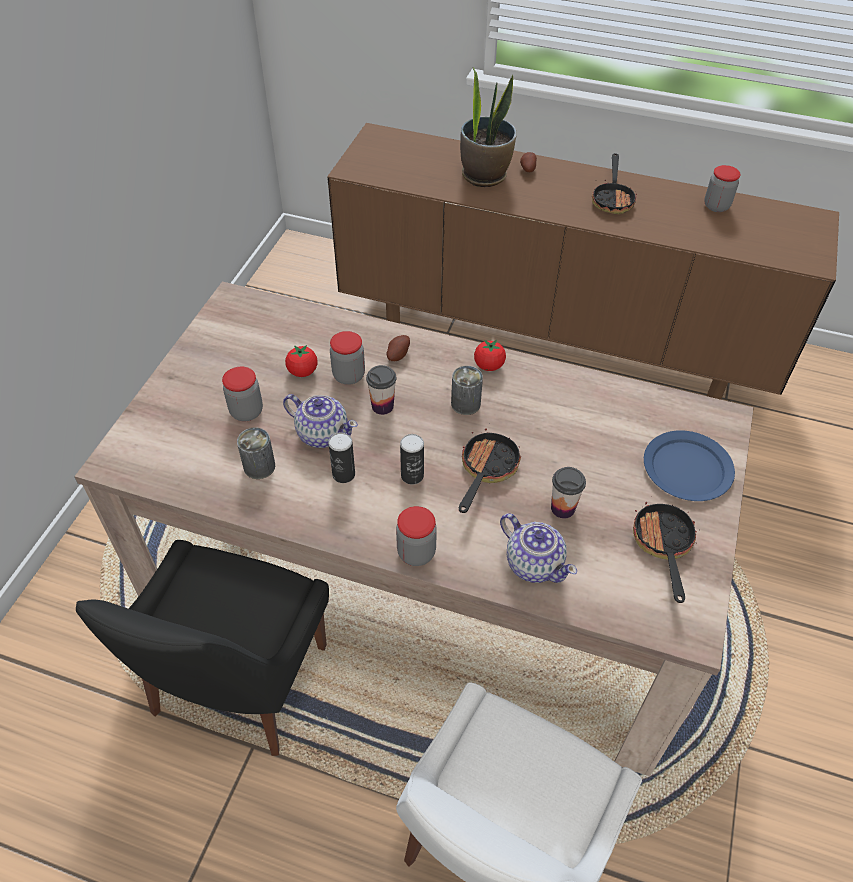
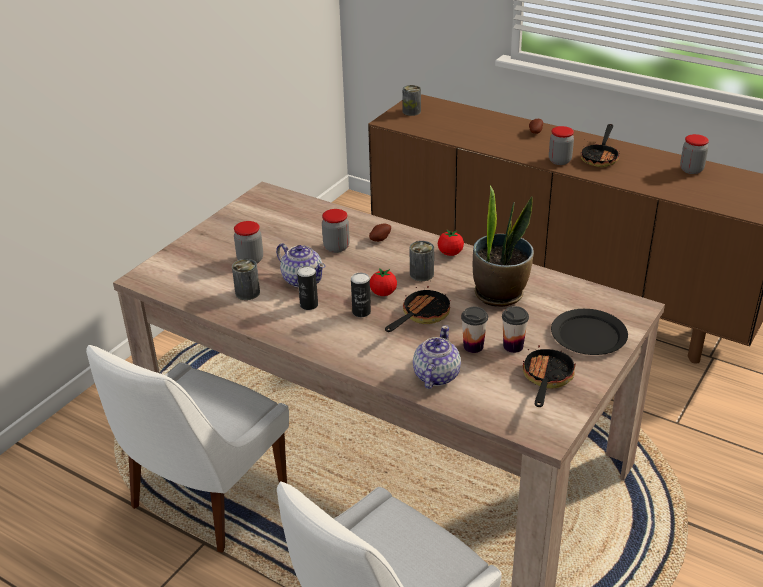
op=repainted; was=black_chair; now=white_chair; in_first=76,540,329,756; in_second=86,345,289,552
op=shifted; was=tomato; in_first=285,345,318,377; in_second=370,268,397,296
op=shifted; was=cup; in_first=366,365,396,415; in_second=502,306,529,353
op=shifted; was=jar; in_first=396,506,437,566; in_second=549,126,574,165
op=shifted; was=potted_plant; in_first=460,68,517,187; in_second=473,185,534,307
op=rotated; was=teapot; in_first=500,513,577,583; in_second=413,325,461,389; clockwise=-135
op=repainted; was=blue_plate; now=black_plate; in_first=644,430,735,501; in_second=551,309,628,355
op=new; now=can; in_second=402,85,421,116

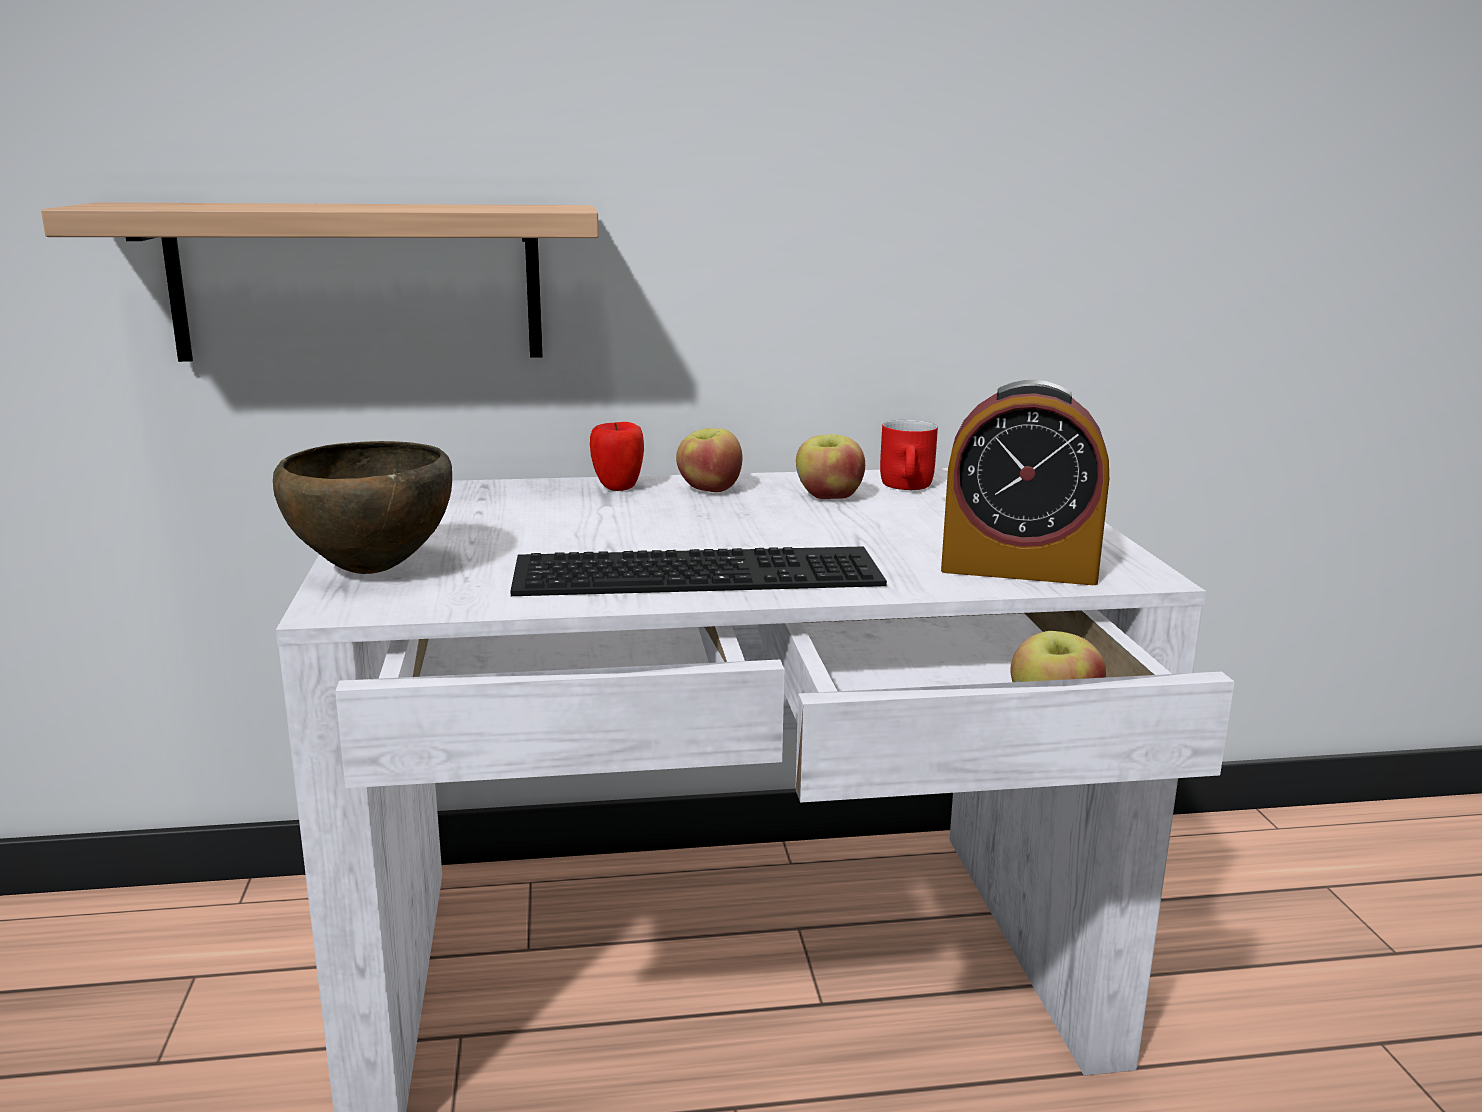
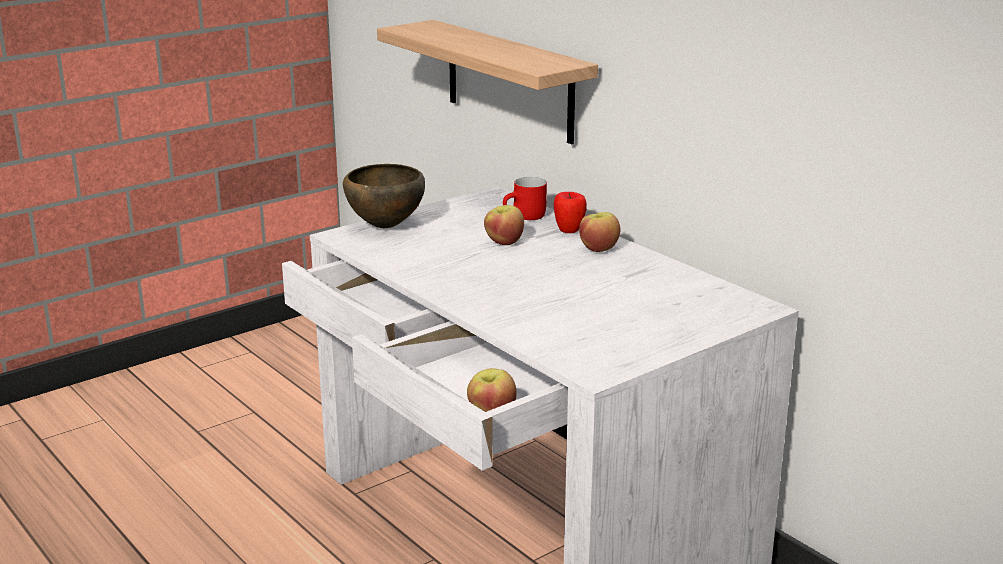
op=gone; was=keyboard; in_first=510,546,887,596
op=shifted; was=apple; in_first=796,434,865,499; in_second=484,205,524,245
op=shifted; was=red_mug; in_first=880,420,938,490; in_second=503,177,547,220
op=gone; was=alarm_clock; in_first=941,380,1109,585

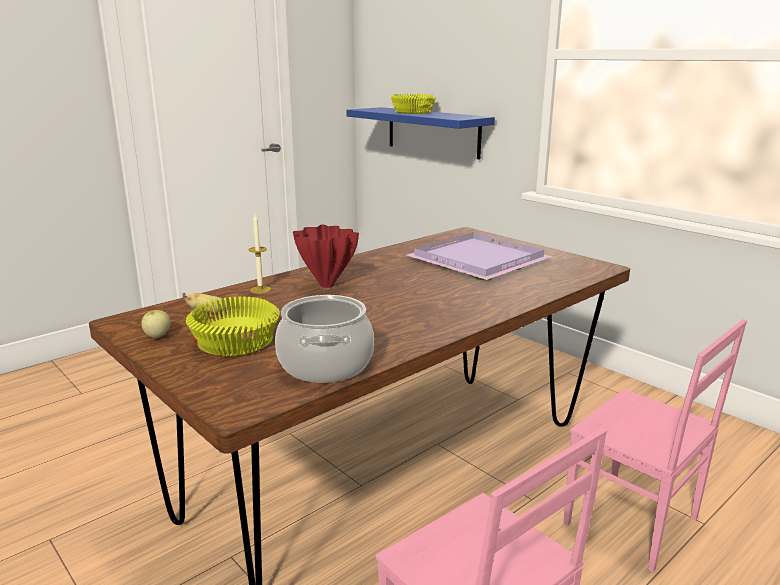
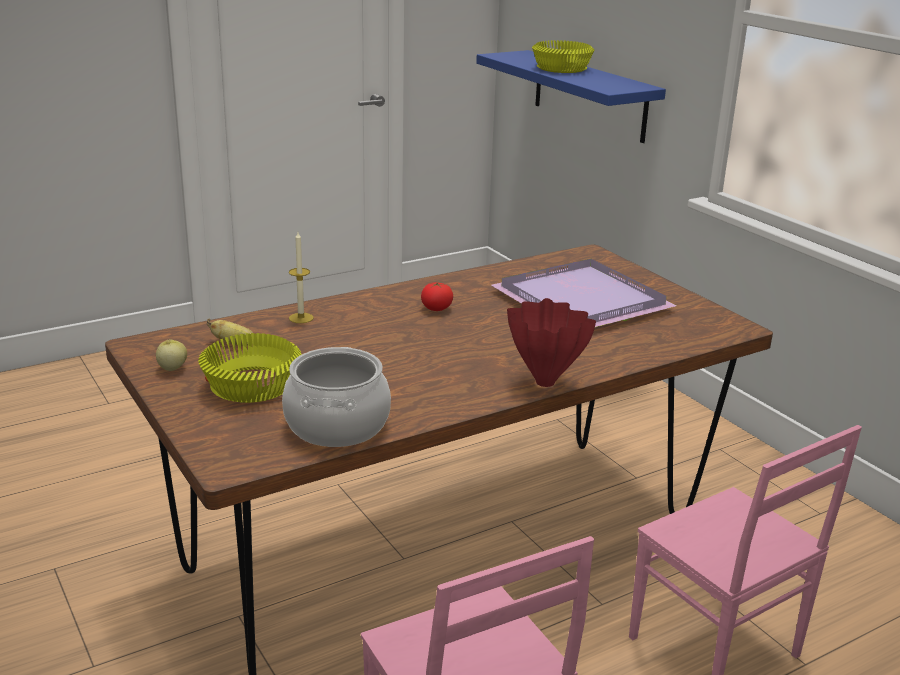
op=shifted; was=red_vase; in_first=293,225,359,288; in_second=507,298,596,387
op=new; now=tomato; in_second=421,282,453,311

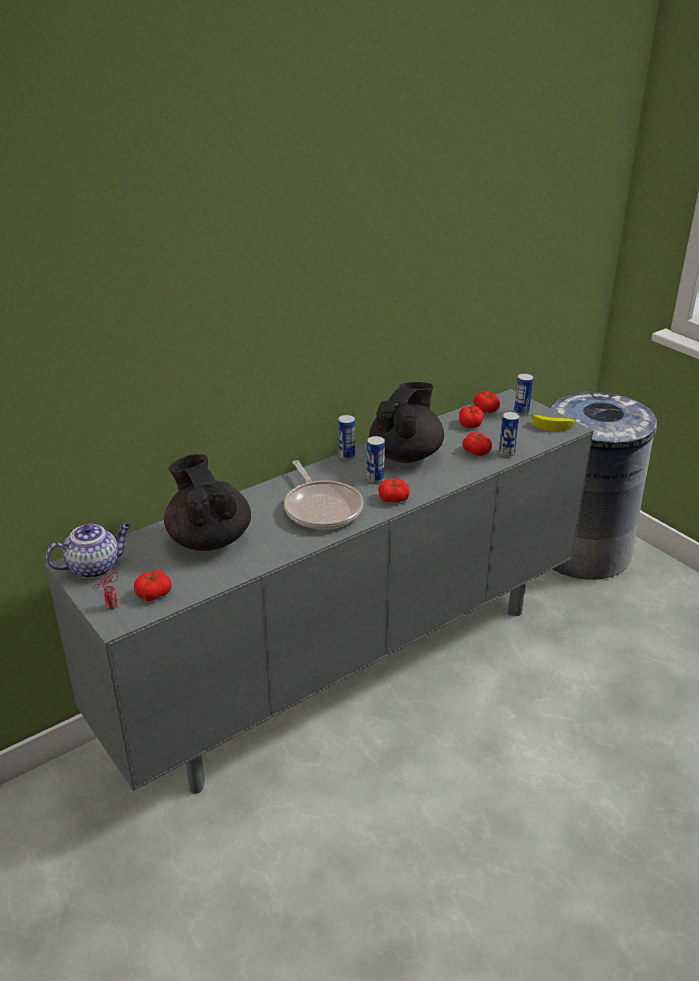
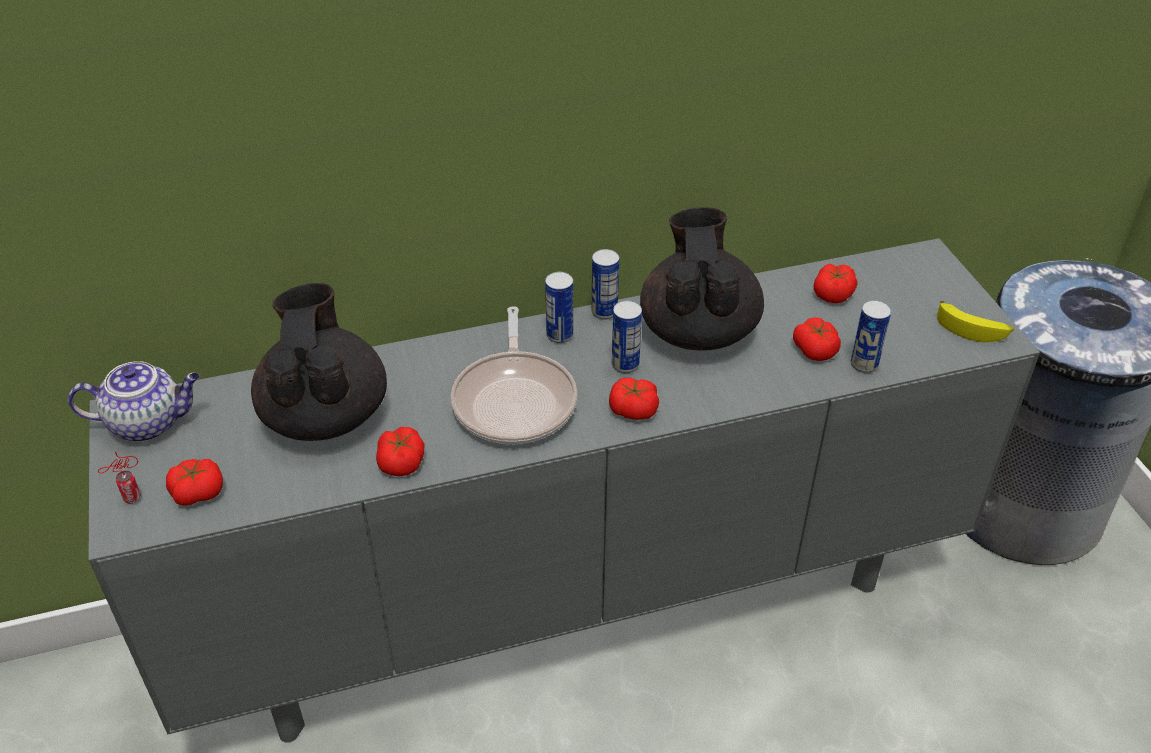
op=rotated; was=black_teapot; in_first=369,382,444,463; in_second=640,207,764,351; clockwise=-45
op=shifted; was=tomato; in_first=474,391,500,413; in_second=376,427,425,476
op=shifted; was=can; in_first=514,373,533,416; in_second=545,272,573,343

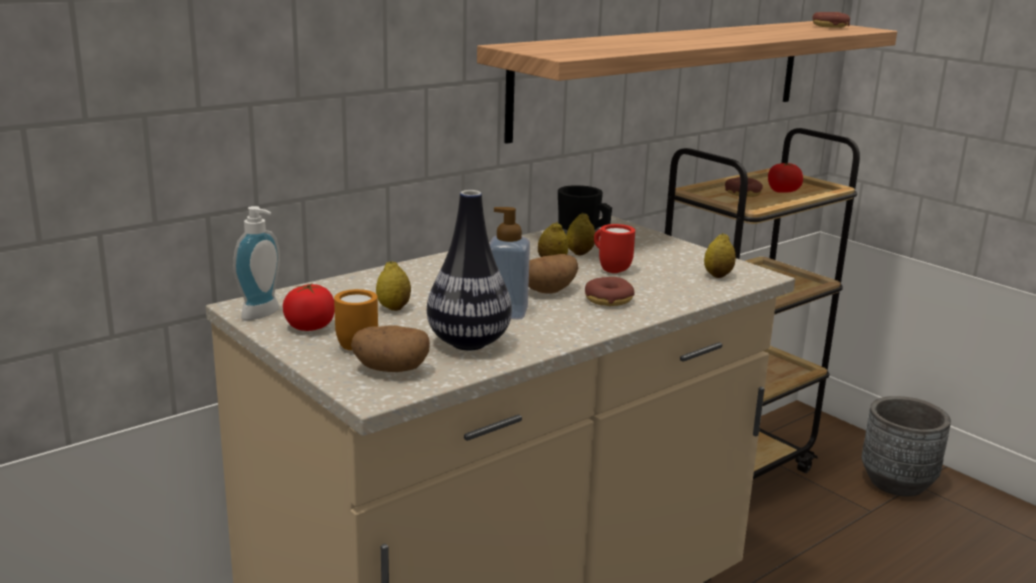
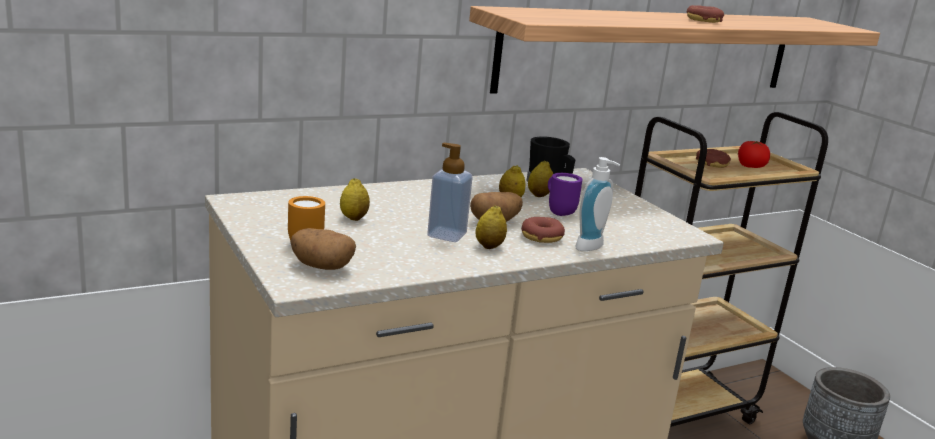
op=shifted; was=soap_dispenser; in_first=233,206,280,320; in_second=575,157,620,251
op=gone; was=tomato; in_first=283,283,335,331
op=gone; was=vase; in_first=427,190,512,350
op=repainted; was=red_mug; now=purple_mug; in_first=594,224,635,273; in_second=548,173,583,216
op=shifted; was=lemon; in_first=704,233,736,278; in_second=475,205,507,249
op=shifted; was=donut; in_first=812,12,850,28; in_second=687,5,724,23

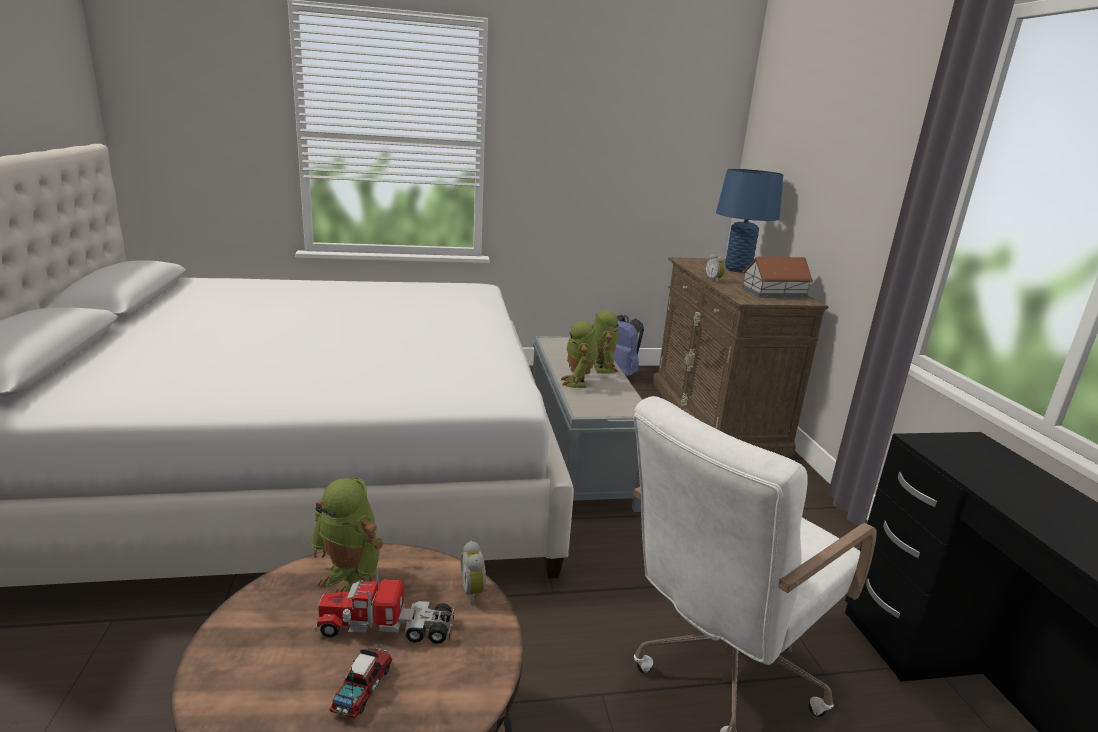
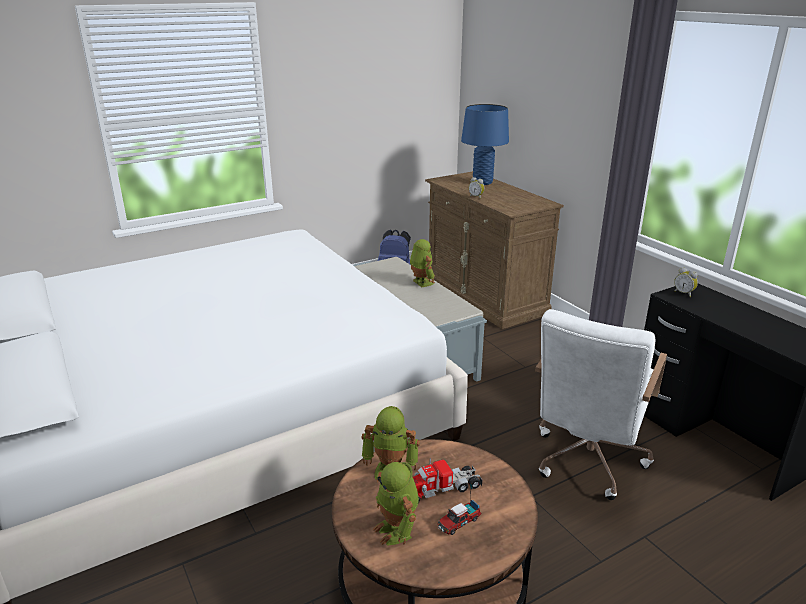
op=rotated; was=toy_truck; in_first=329,648,392,719; in_second=437,483,481,535; clockwise=-120
op=shifted; was=alarm_clock; in_first=461,540,487,605; in_second=674,267,698,297
op=shifted; was=toy_robot; in_first=561,321,598,388; in_second=373,462,419,546
op=gone; was=toy_house; in_first=742,257,813,298

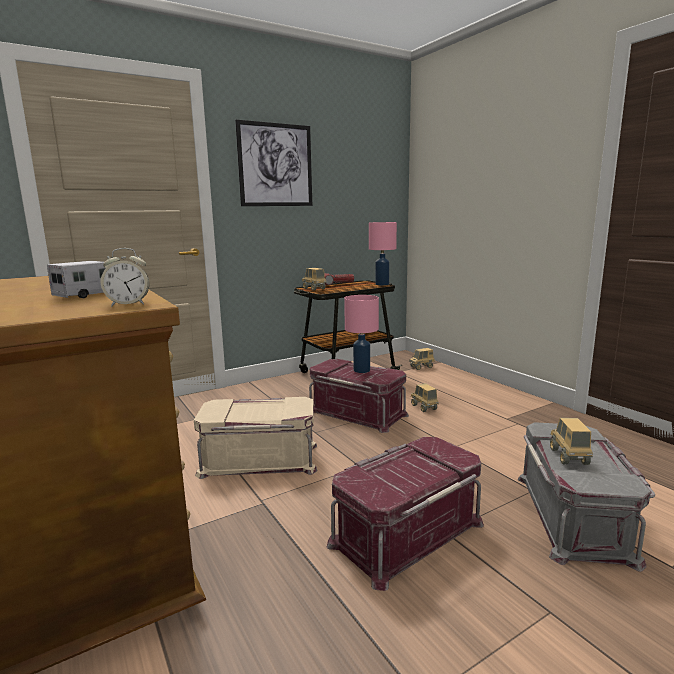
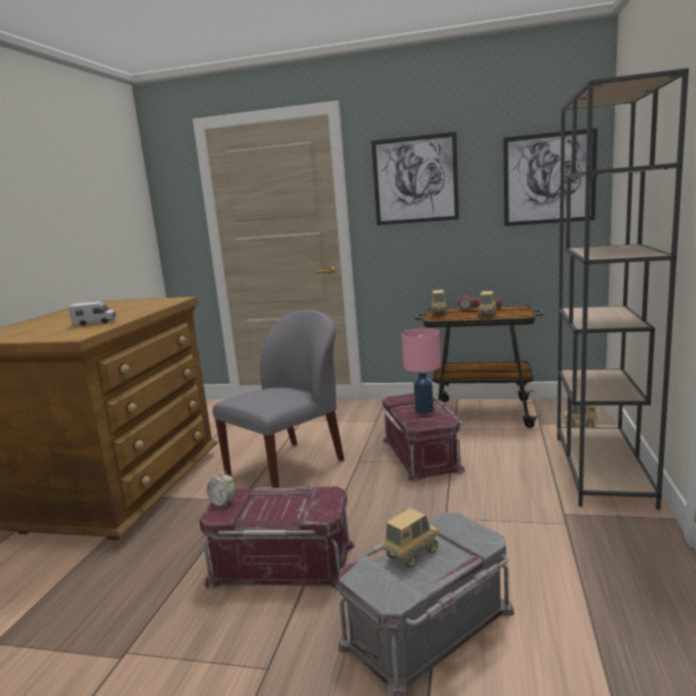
op=shifted; was=alarm_clock; in_first=101,248,149,307; in_second=207,469,236,507
op=swapped; was=beige_storage_box; now=grey_chair; in_first=194,397,318,479; in_second=212,310,344,488
op=gone; was=pink_table_lamp; in_first=369,222,397,285
op=shifted; was=toy_truck; in_first=411,383,439,412; in_second=478,291,497,317
op=new; now=picture; in_second=503,128,598,226
op=new; now=bookcase; in_second=557,68,689,510

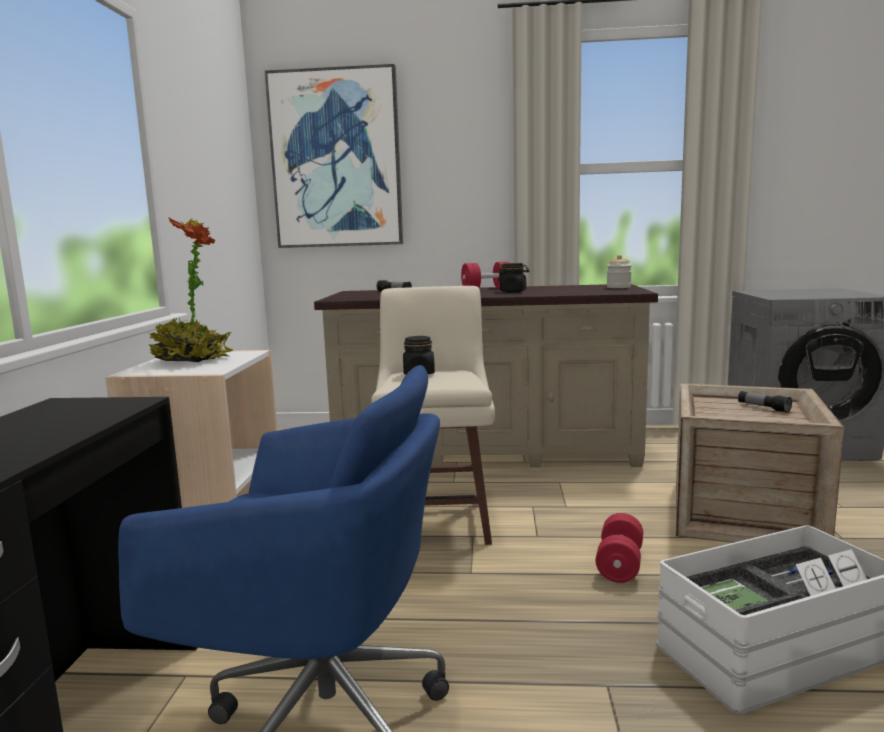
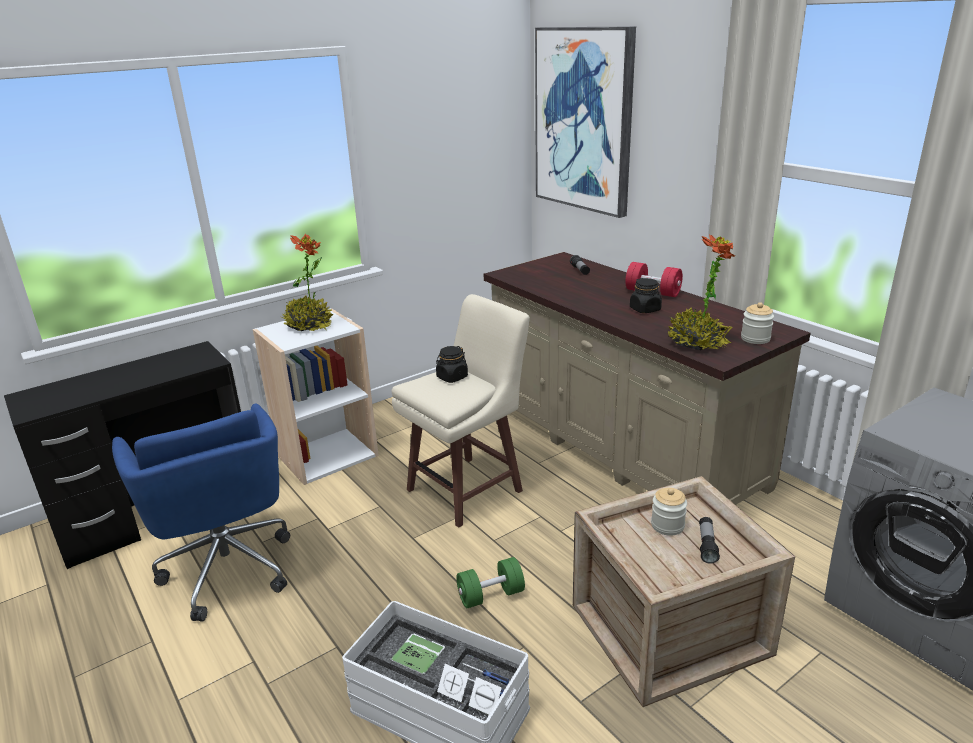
op=repainted; was=red_dumbbell; now=green_dumbbell; in_first=596,513,643,583; in_second=456,557,525,608
op=new; now=jar; in_second=651,487,687,536
op=new; now=potted_plant; in_second=668,234,735,350

